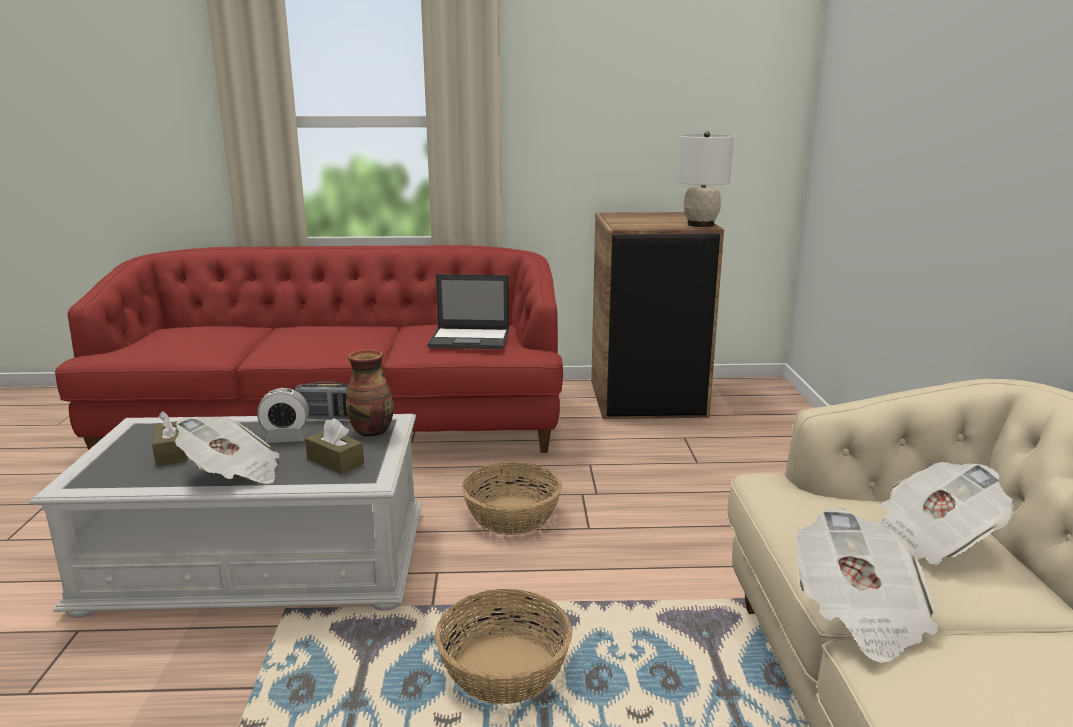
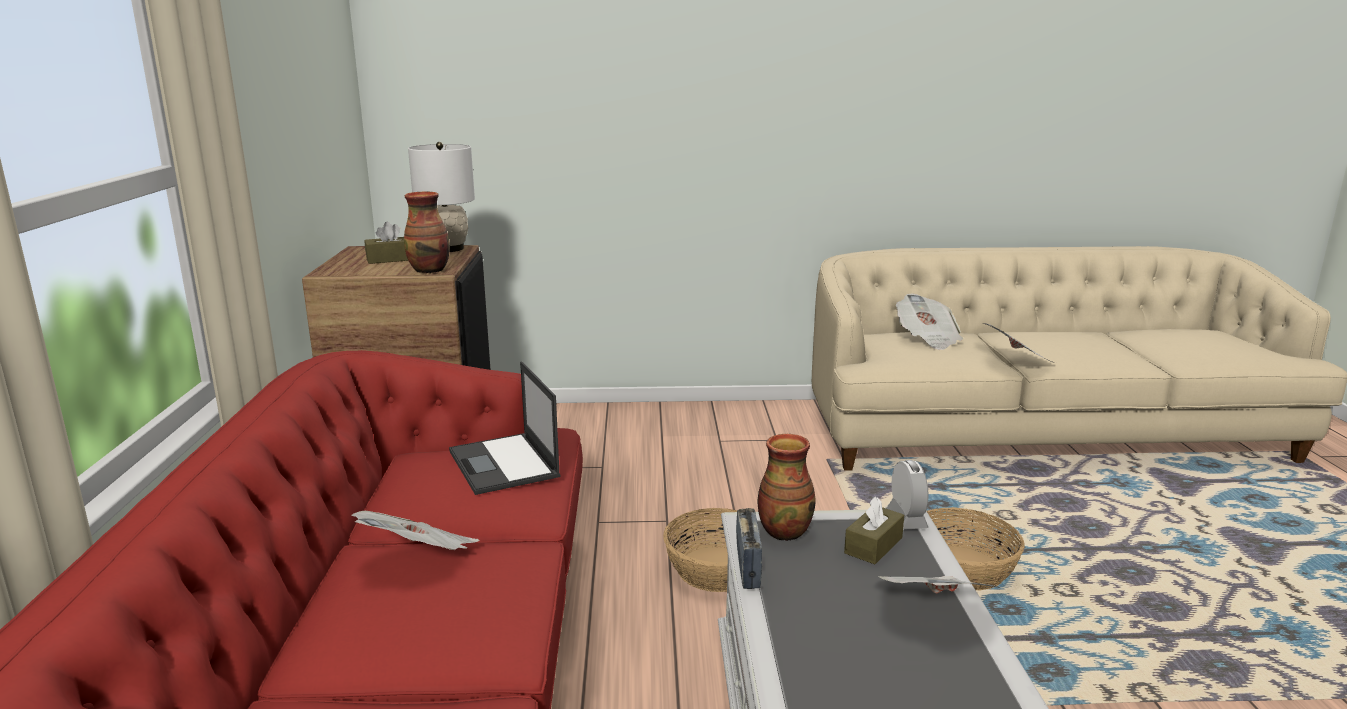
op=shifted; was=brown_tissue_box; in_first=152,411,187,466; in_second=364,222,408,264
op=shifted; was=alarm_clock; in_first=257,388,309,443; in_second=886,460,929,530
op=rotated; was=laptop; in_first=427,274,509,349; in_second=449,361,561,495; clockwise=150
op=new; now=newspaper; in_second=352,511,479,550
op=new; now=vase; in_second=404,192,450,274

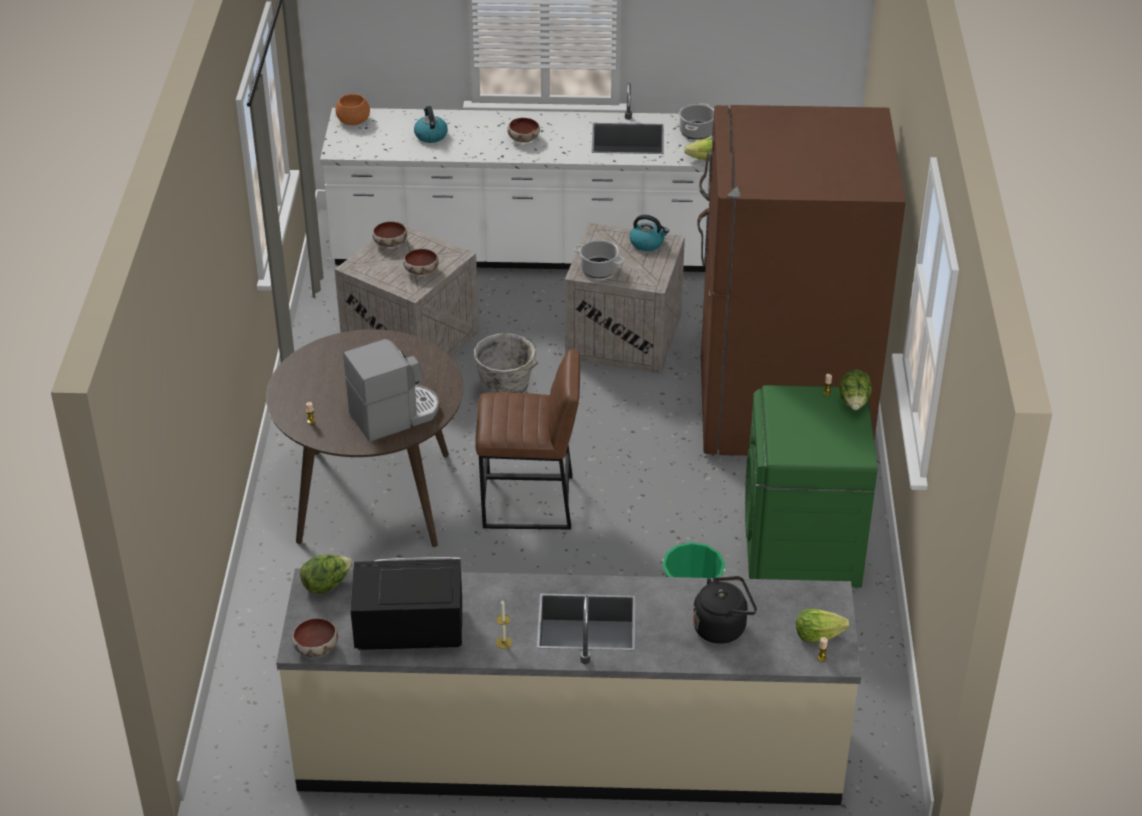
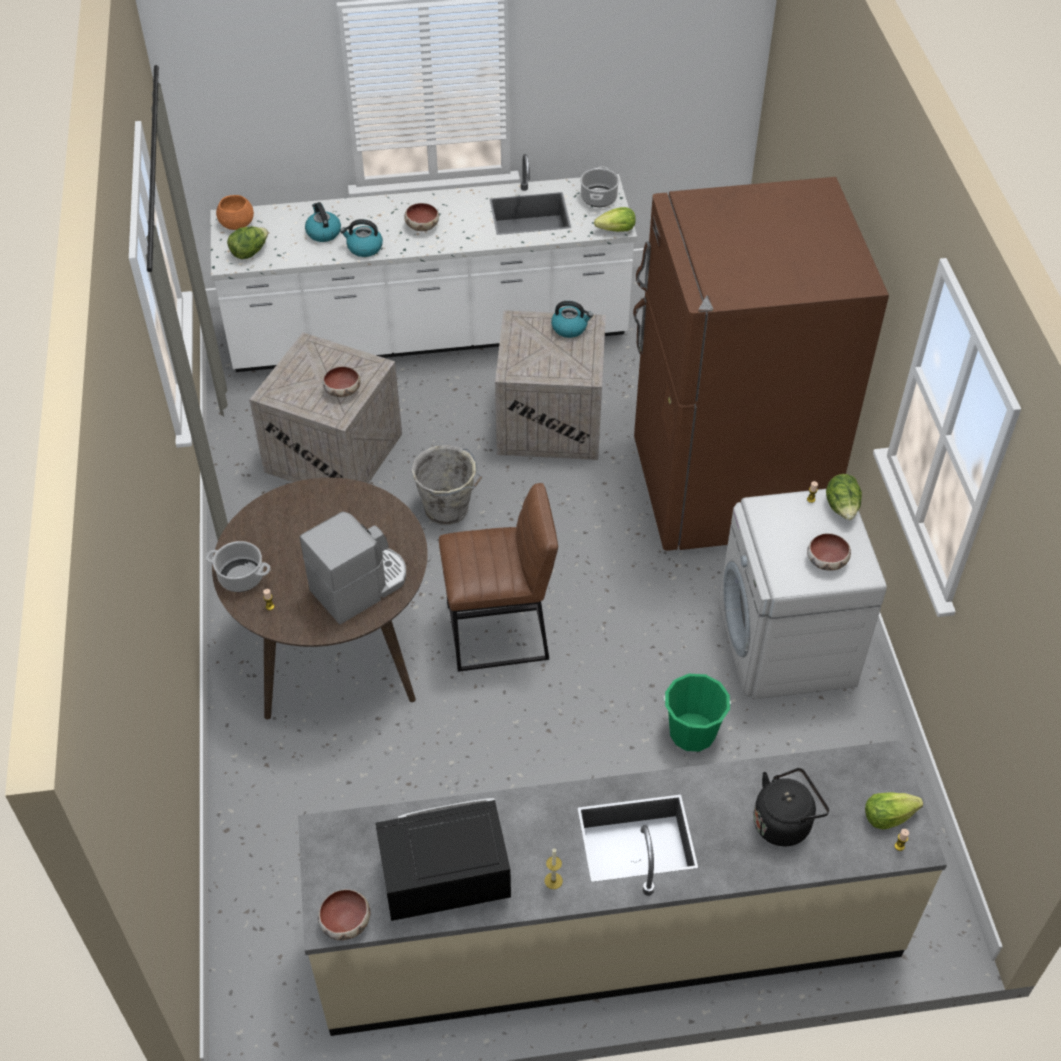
op=shifted; was=lettuce; in_first=300,554,353,594; in_second=227,227,268,259
op=shifted; was=bowl; in_first=372,222,407,247; in_second=807,533,851,570
op=shifted; was=cooking_pot; in_first=573,240,625,278; in_second=206,541,270,592
op=repainted; was=green_washing_machine; now=white_washing_machine; in_first=745,385,877,588; in_second=718,489,887,699
op=new; now=kettle; in_second=340,219,383,257

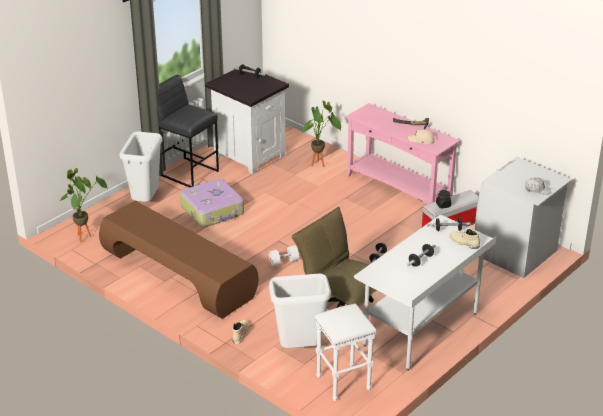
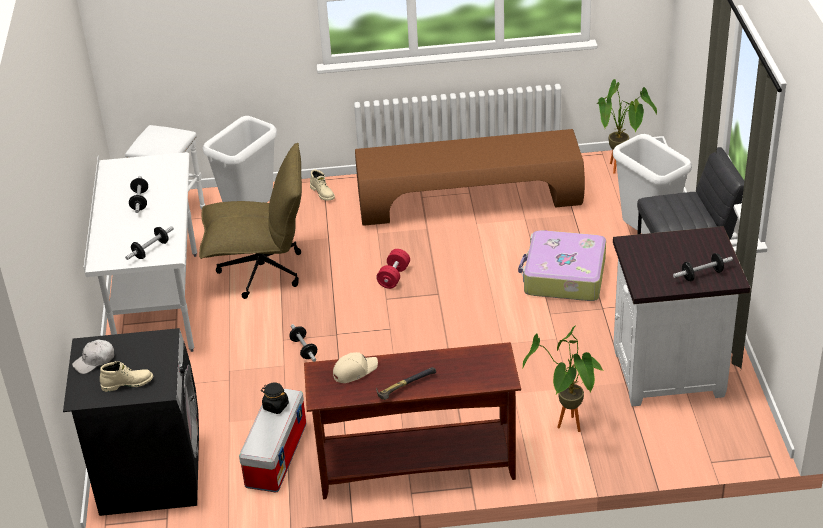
op=repainted; was=white_dumbbell; now=red_dumbbell; in_first=269,245,299,266; in_second=376,249,410,289
op=repainted; was=pink_console_table; now=brown_console_table; in_first=346,103,460,204; in_second=304,342,521,499
op=shifted; was=beige_boot; in_first=450,228,480,249; in_second=100,361,153,392
op=repainted; was=white_washing_machine; now=black_washing_machine; in_first=475,157,572,278; in_second=63,328,199,516

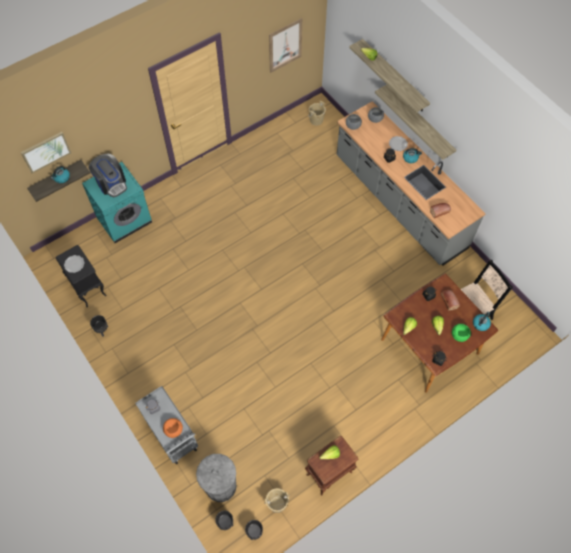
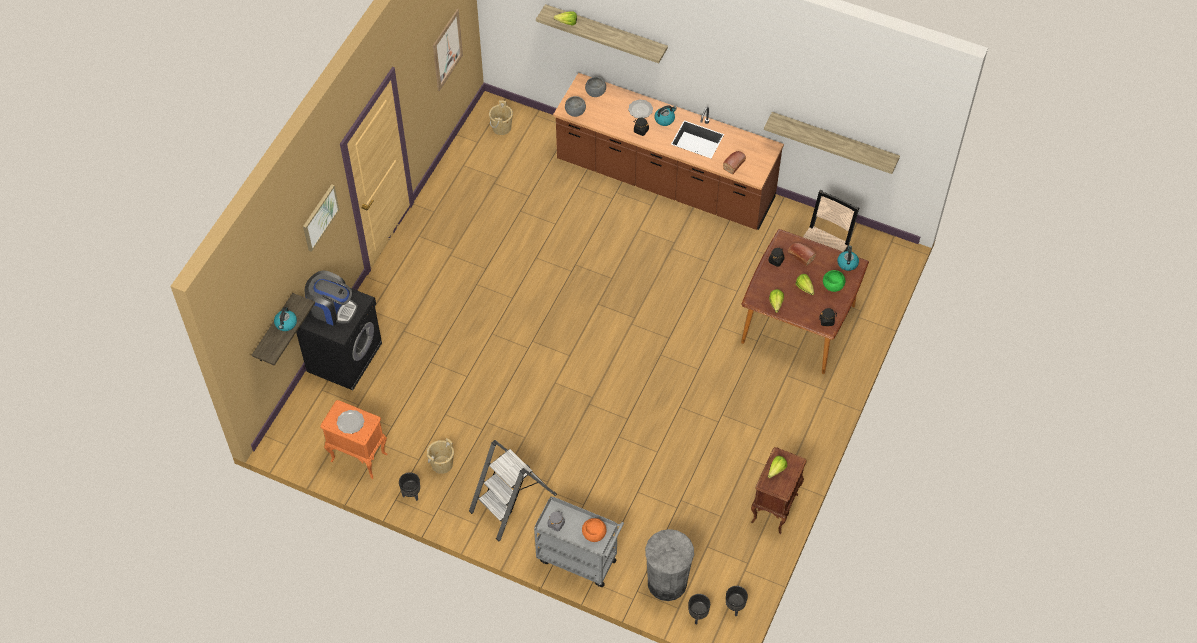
op=shifted; was=picture; in_first=21,132,71,173; in_second=303,184,339,252
op=repainted; was=black_nightstand; now=orange_nightstand; in_first=56,245,107,307; in_second=320,400,387,479
op=repainted; was=turquoise_washing_machine; now=black_washing_machine; in_first=82,162,152,243; in_second=296,288,382,390
op=shifted; was=beige_bucket; in_first=265,488,289,513; in_second=427,438,454,474
op=repainted; was=grey_counter; now=brown_counter; in_first=337,101,485,266; in_second=553,73,784,230
op=shifted; was=shelf; in_first=375,85,456,160; in_second=764,112,900,174
op=new; now=grey_step_ladder; in_second=469,440,557,542

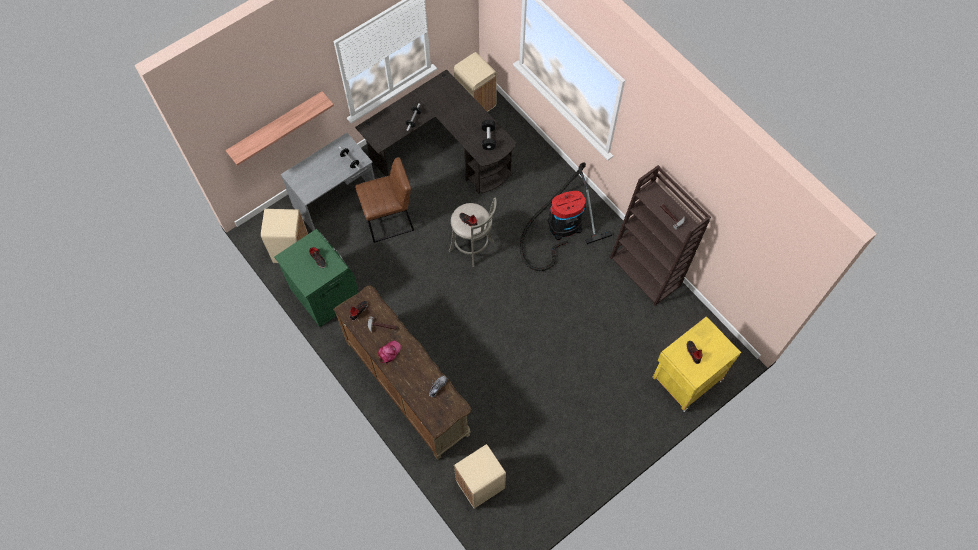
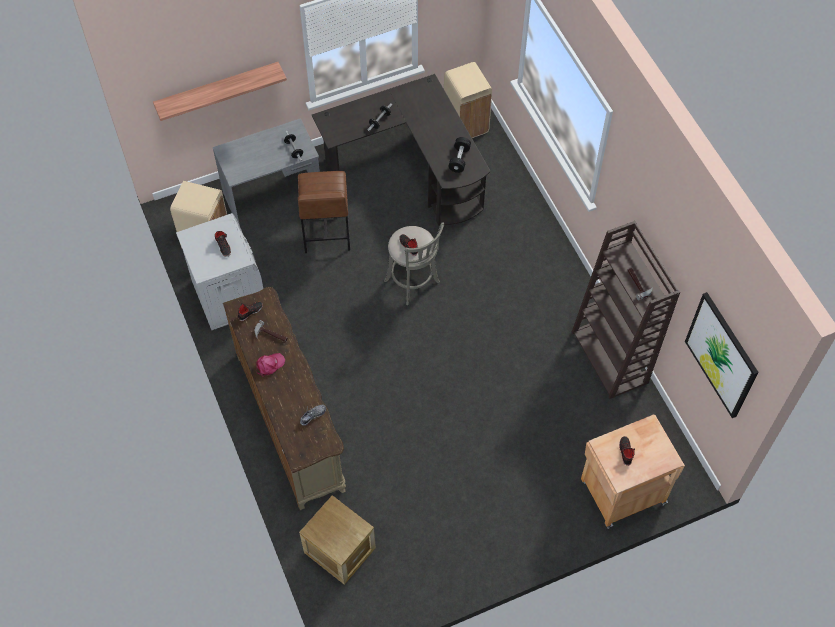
op=repainted; was=green_washing_machine; now=white_washing_machine; in_first=274,229,358,327; in_second=176,213,263,330
op=rotated; was=brown_chair; in_first=355,157,414,243; in_second=298,171,350,253; clockwise=90
op=swapped; was=beige_trash_can; now=crate; in_first=454,444,506,509; in_second=299,495,376,585
op=gone; was=vacuum_cleaner; in_first=520,162,612,271
op=repainted; was=yellow_cart; now=brown_cart; in_first=653,317,741,412; in_second=581,414,685,529
op=new; now=picture; in_second=685,292,759,418

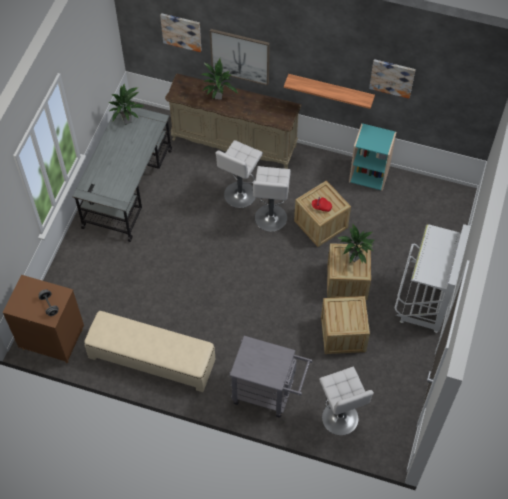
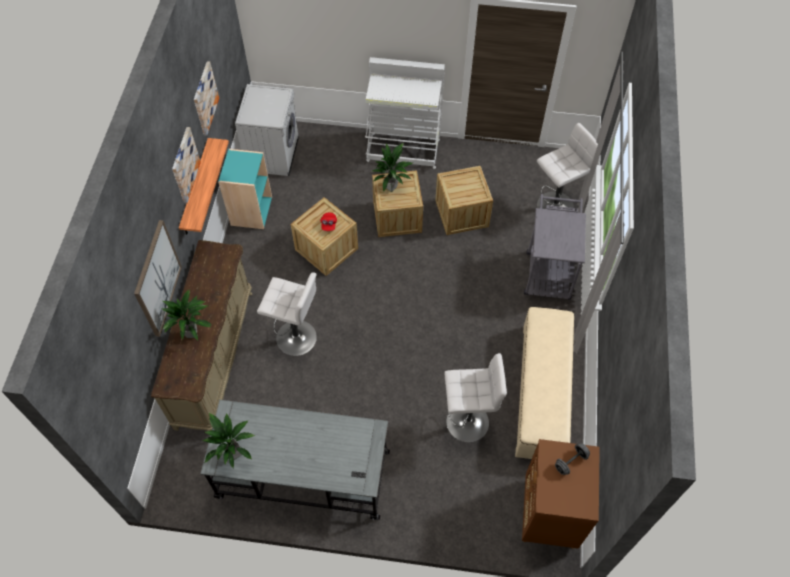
op=shifted; was=picture; in_first=160,13,201,52; in_second=172,127,201,203
op=shifted; was=white_stool; in_first=253,166,291,232; in_second=445,353,507,442
op=new; now=white_washing_machine; in_second=235,84,299,176

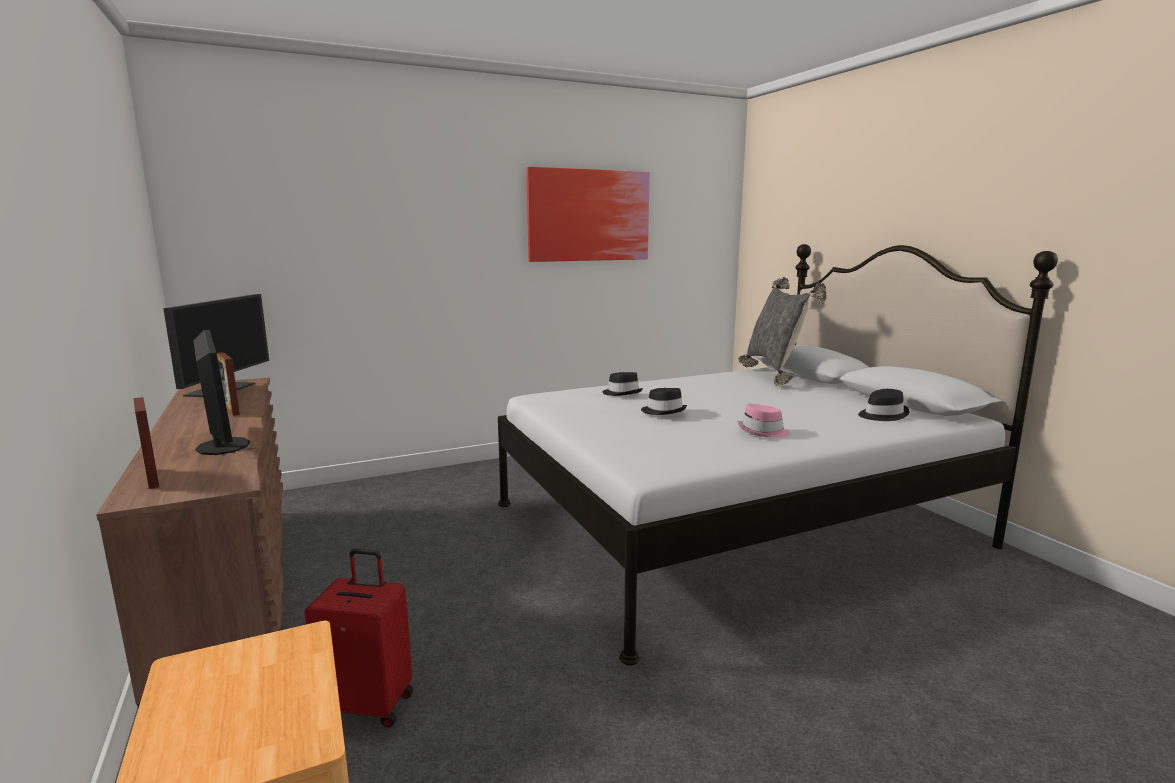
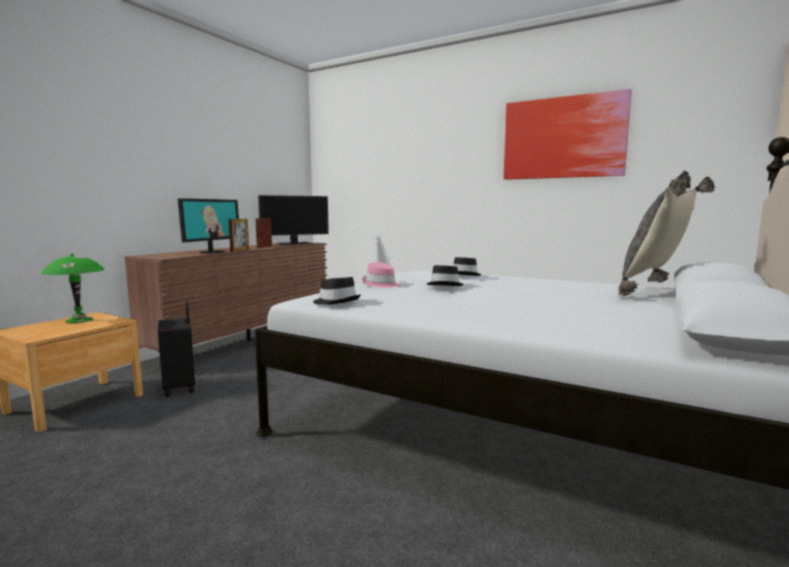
op=shifted; was=picture_frame; in_first=133,397,159,489; in_second=229,219,249,252
op=repainted; was=red_suitcase; now=black_suitcase; in_first=304,548,413,727; in_second=158,302,195,397
op=shifted; was=pink_hat; in_first=737,403,790,437; in_second=362,262,400,288
op=shifted; was=black_hat; in_first=858,389,909,421; in_second=313,277,361,305
op=new; now=green_table_lamp; in_second=42,254,104,323

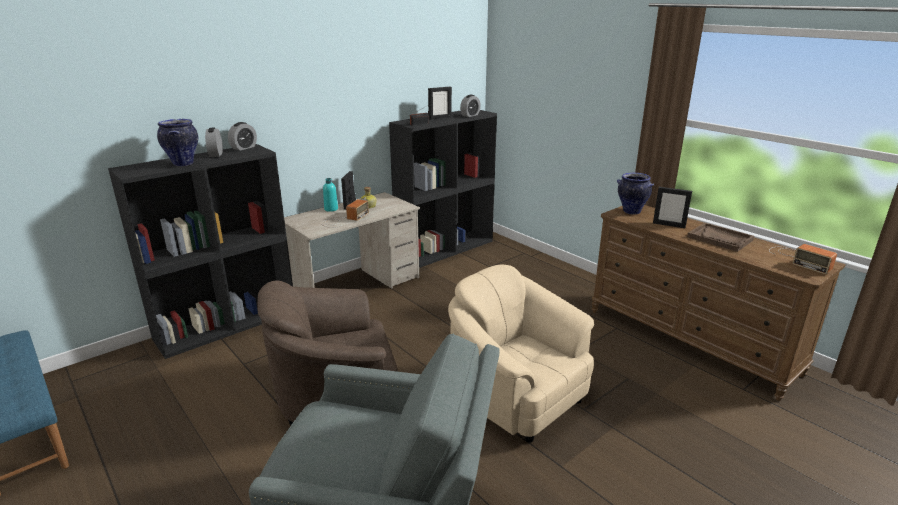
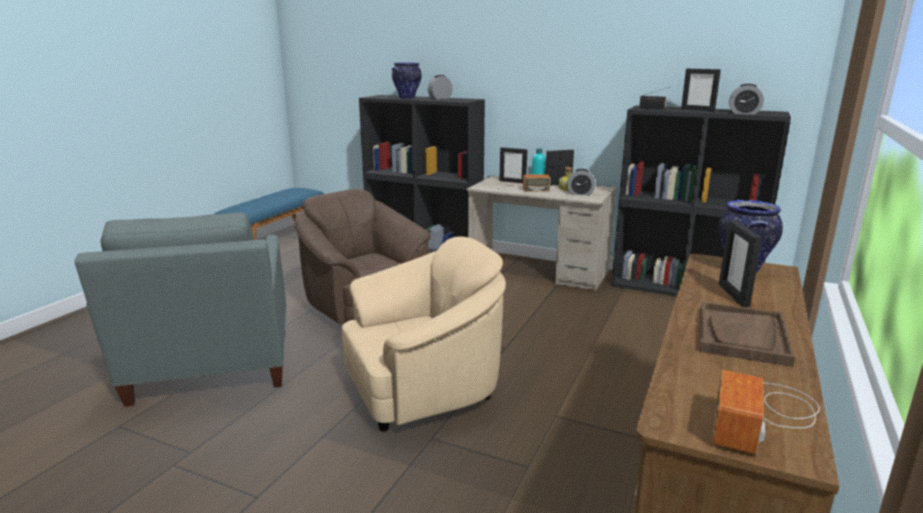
op=shifted; was=alarm_clock; in_first=228,122,257,151; in_second=567,169,595,195
op=rotated; was=beige_armchair; in_first=448,265,594,443; in_second=342,236,506,432; clockwise=45
op=new; now=picture_frame; in_second=499,147,528,183

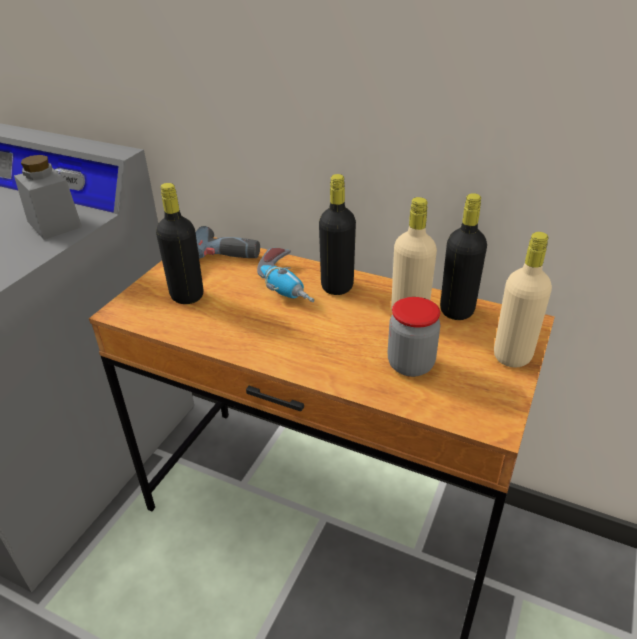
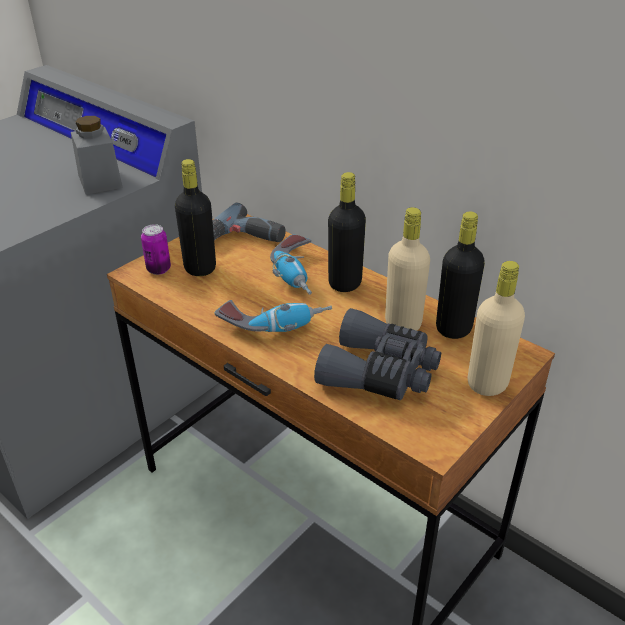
op=swapped; was=jar; now=grey_binoculars; in_first=388,297,440,377; in_second=314,308,441,400
op=new; now=can; in_second=141,224,171,275
op=new; now=power_drill; in_second=215,300,332,332

